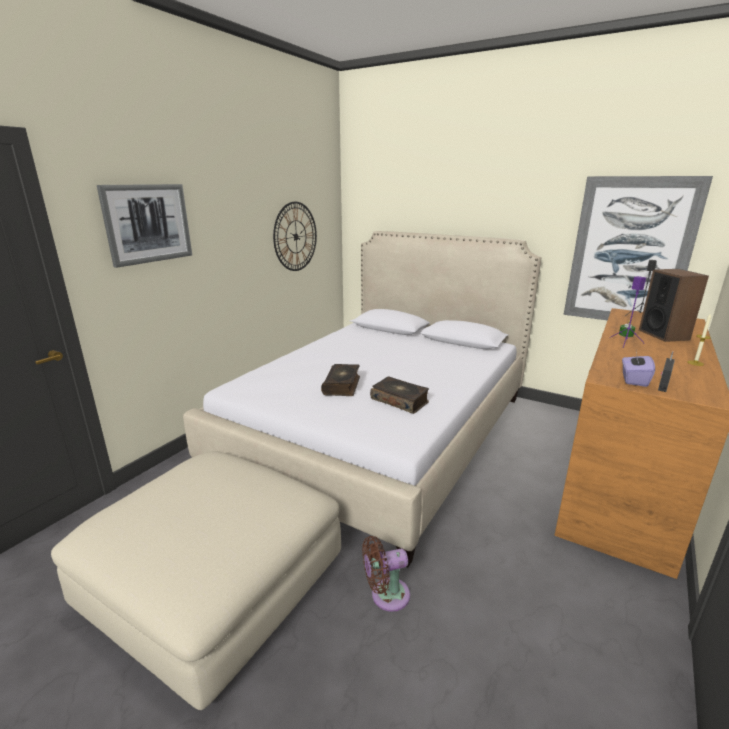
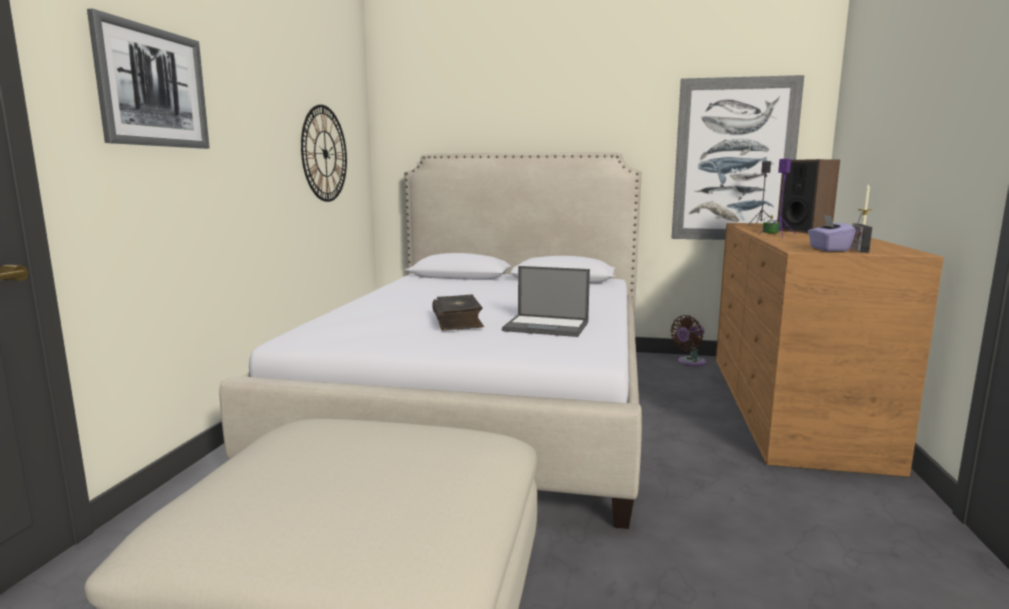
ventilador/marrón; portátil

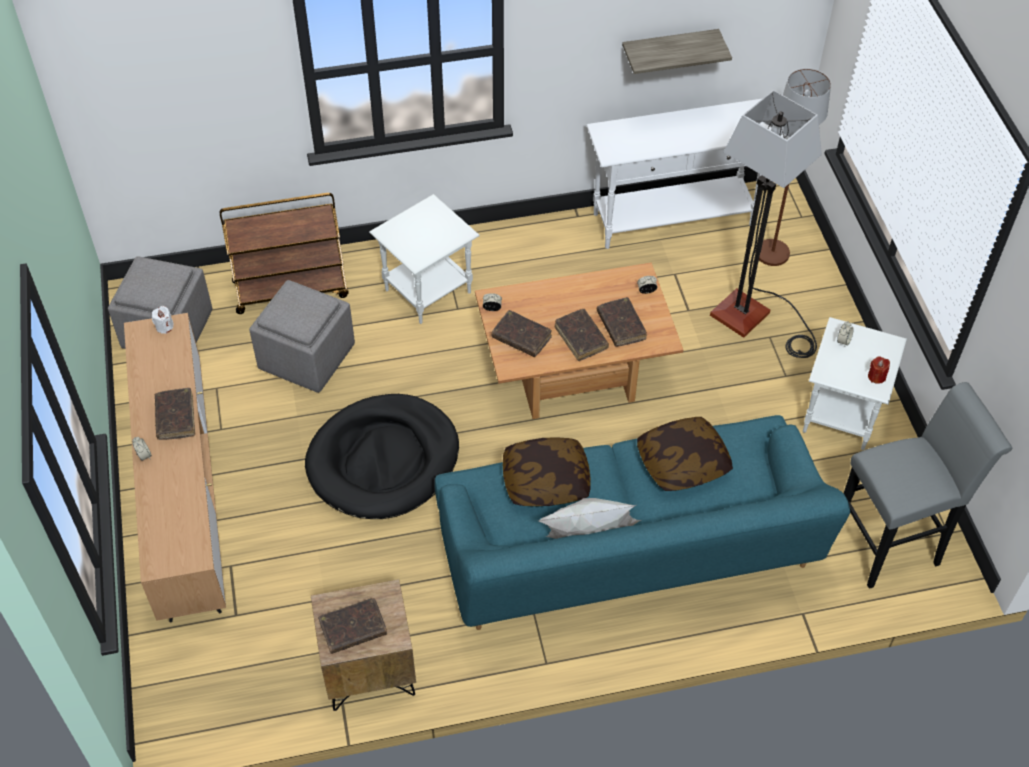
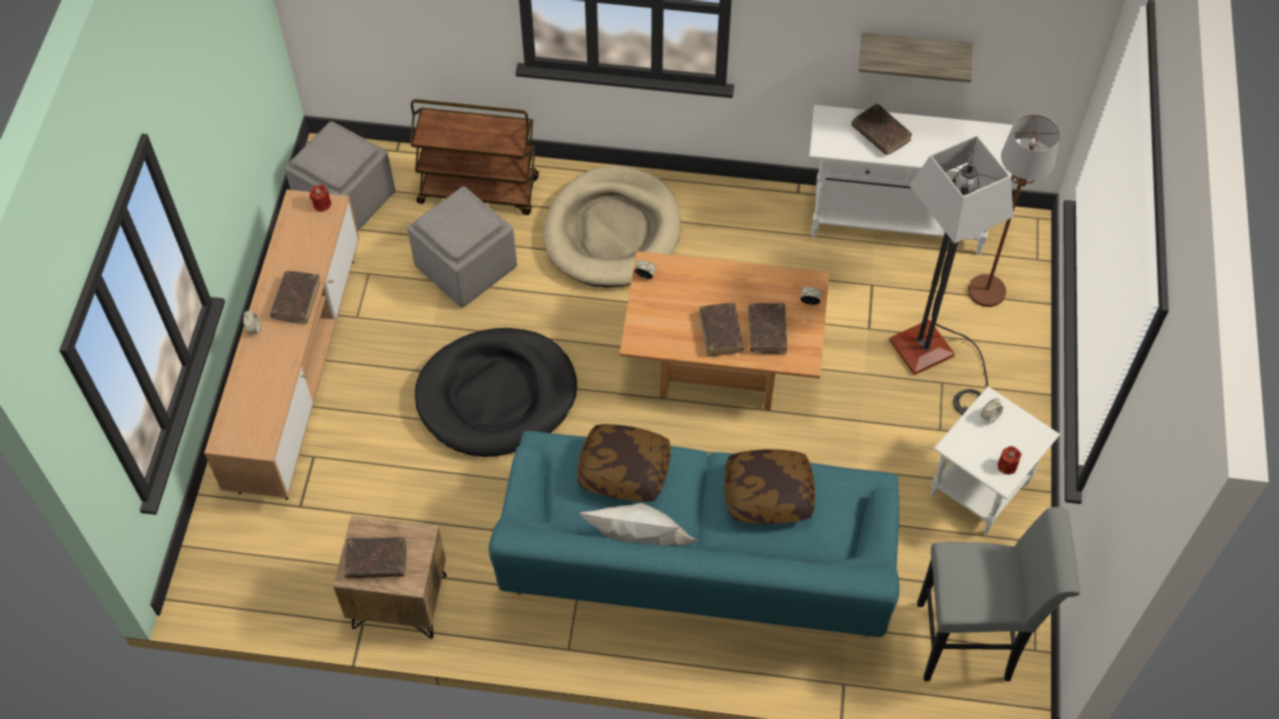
libro/marrón (no. 5 from left); cama para perro/beis; vela/rojo (no. 1 from left)

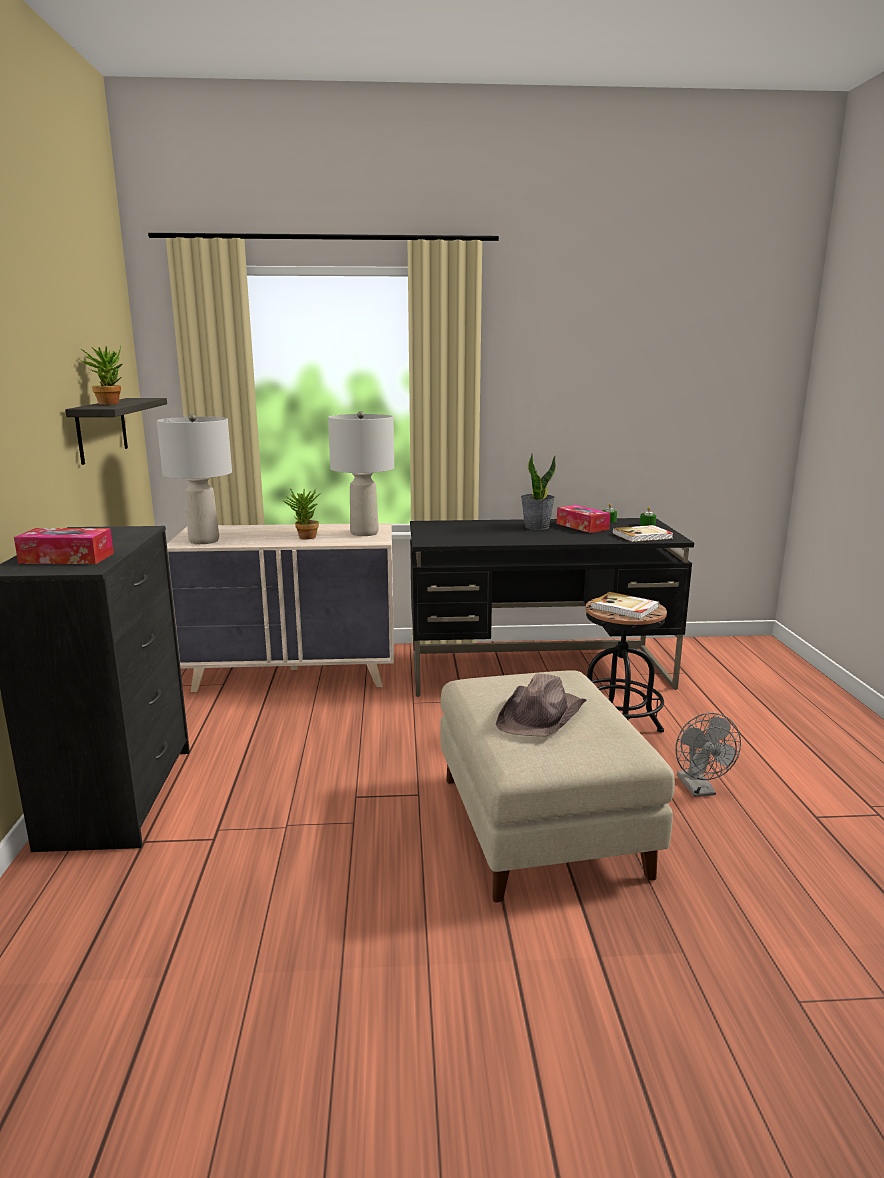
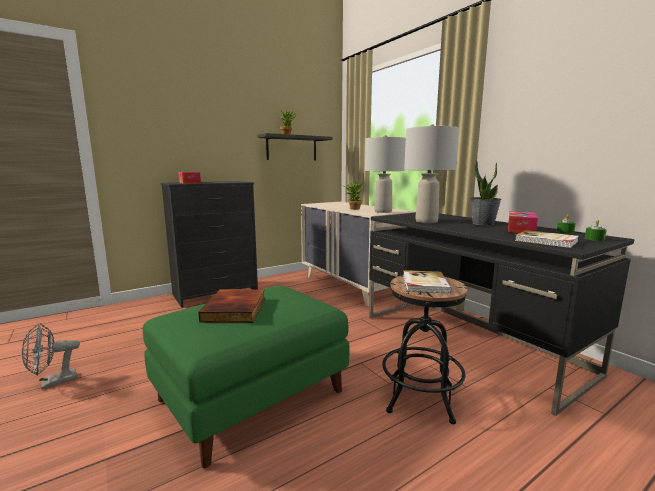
lámpara de mesa/gris (no. 2 from left); ventilador/gris; libro (no. 1 from left); puf/verde

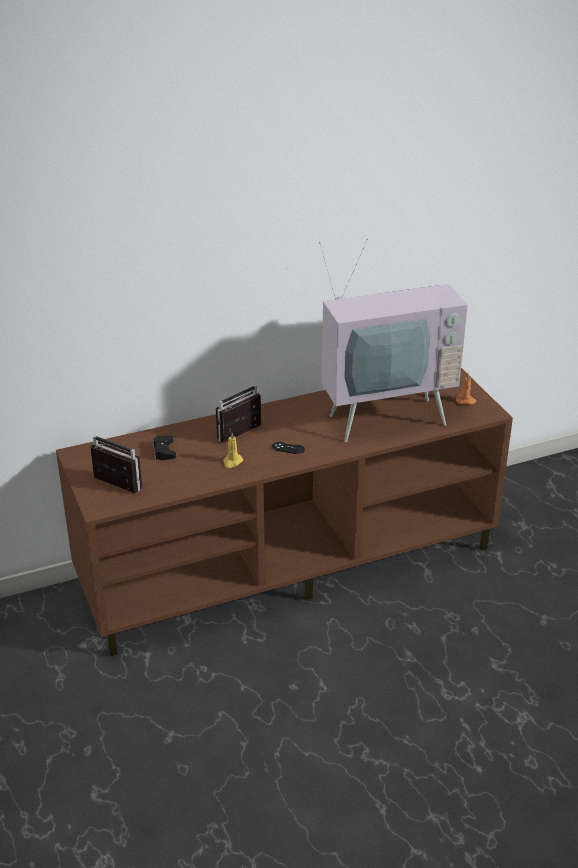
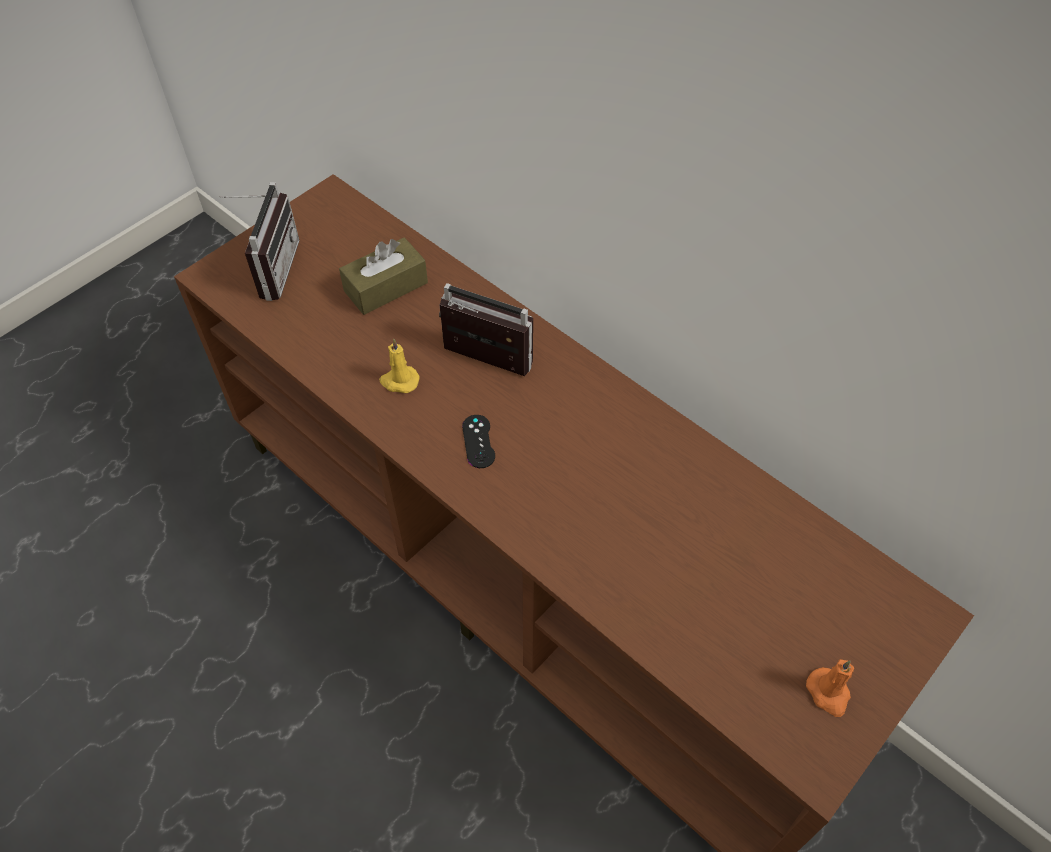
televisor; caja de pañuelos/marrón

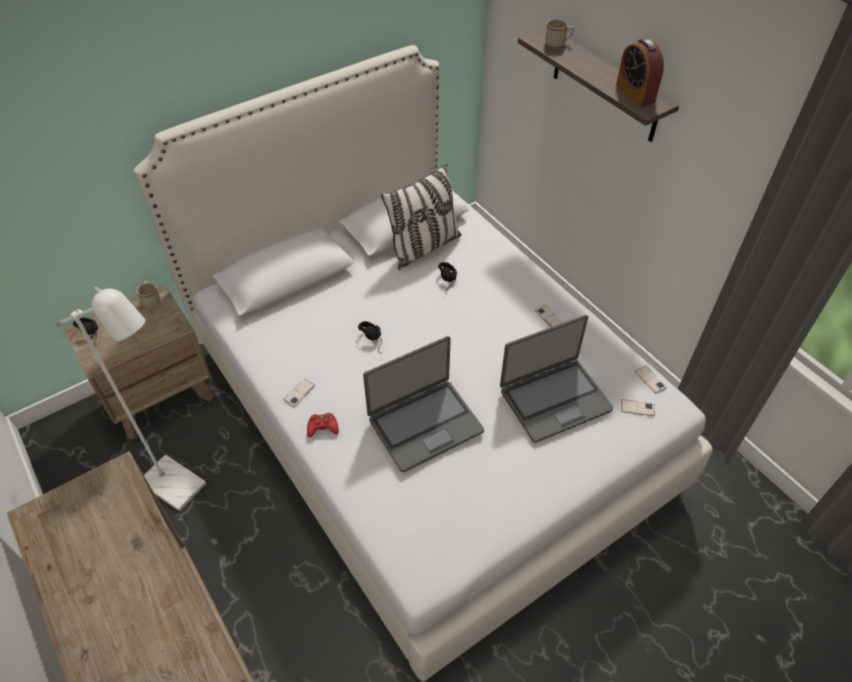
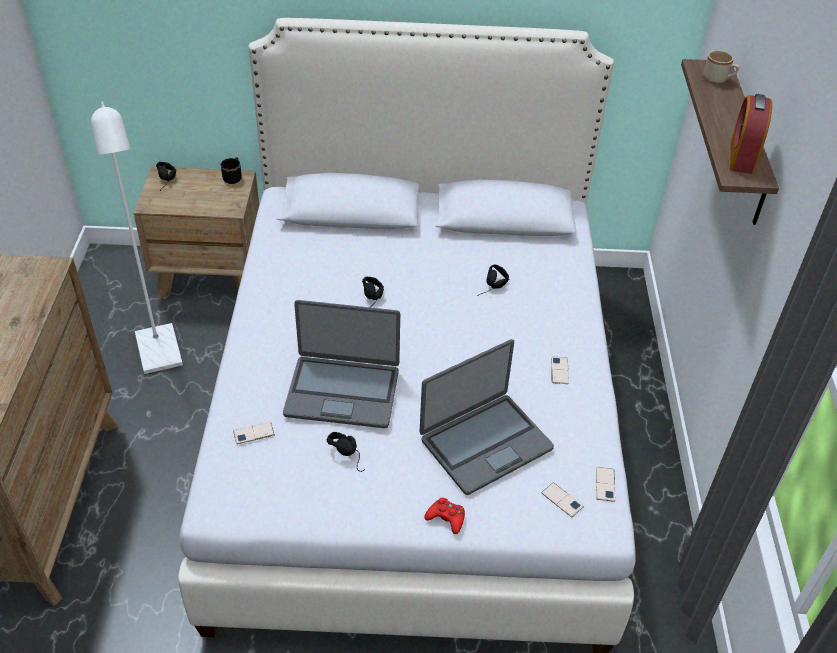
cojín; auriculares/negro (no. 2 from left); móvil (no. 1 from left); mando de consola/rojo; taza grande/negro; portátil (no. 2 from left)

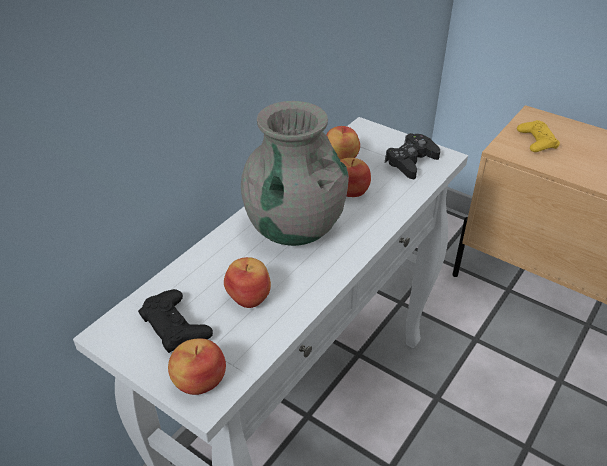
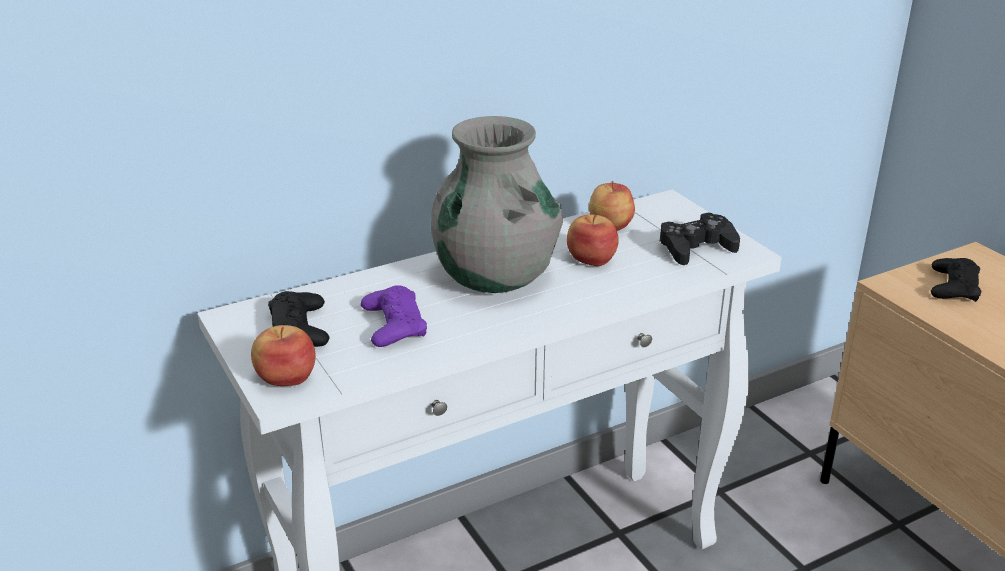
mando de consola/morado; mando de consola/negro (no. 3 from left)

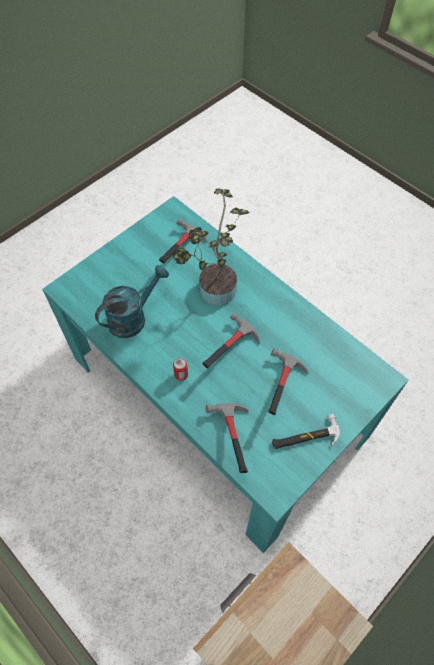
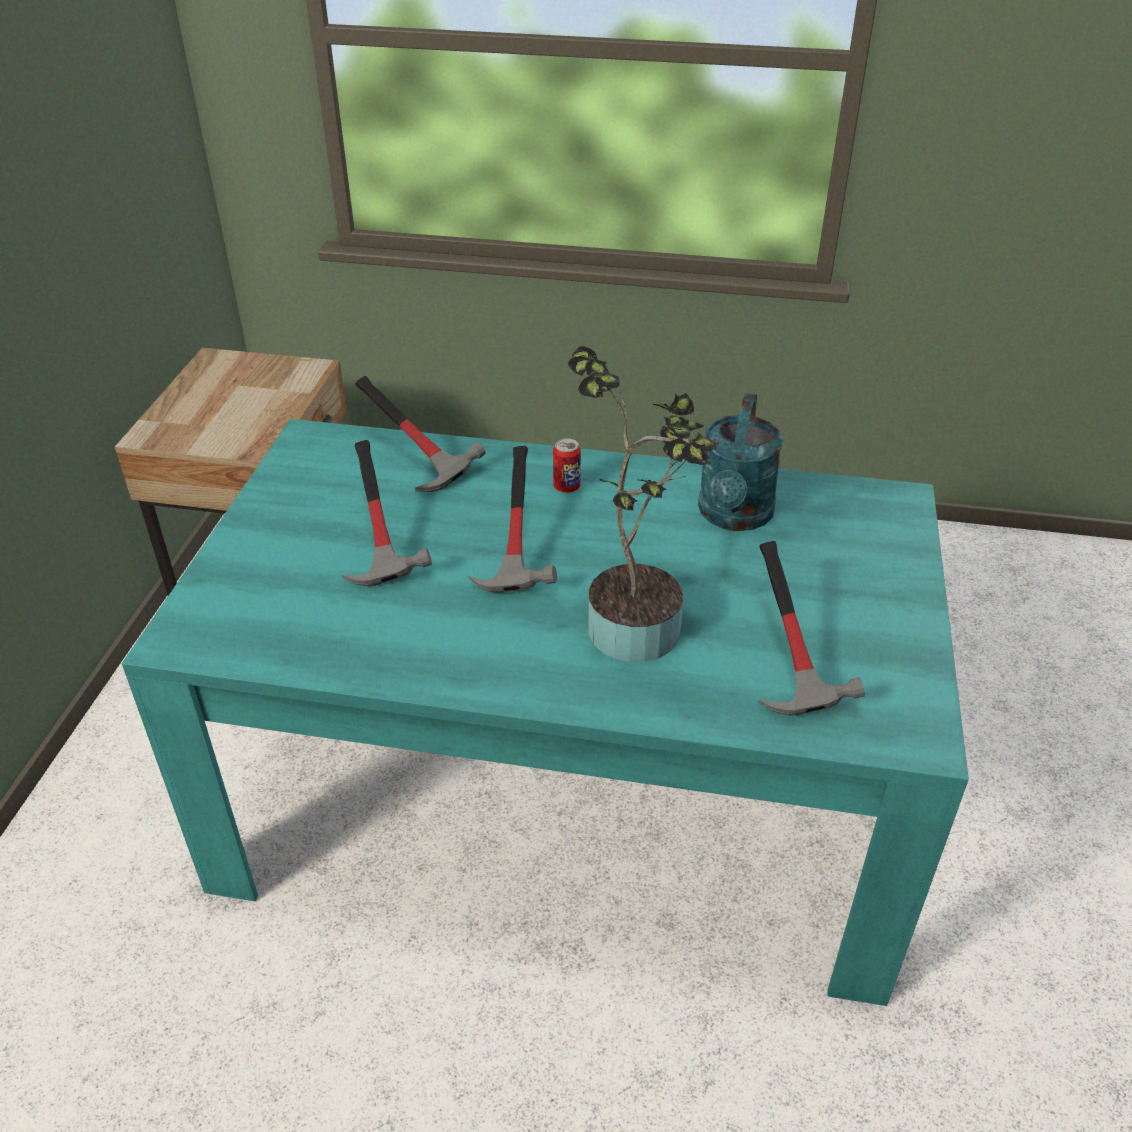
martillo (no. 5 from left in the first image)

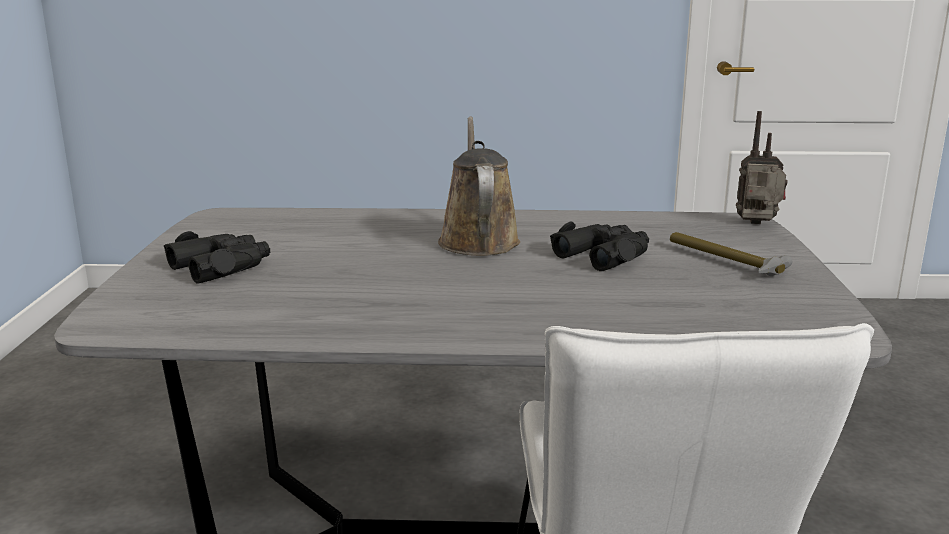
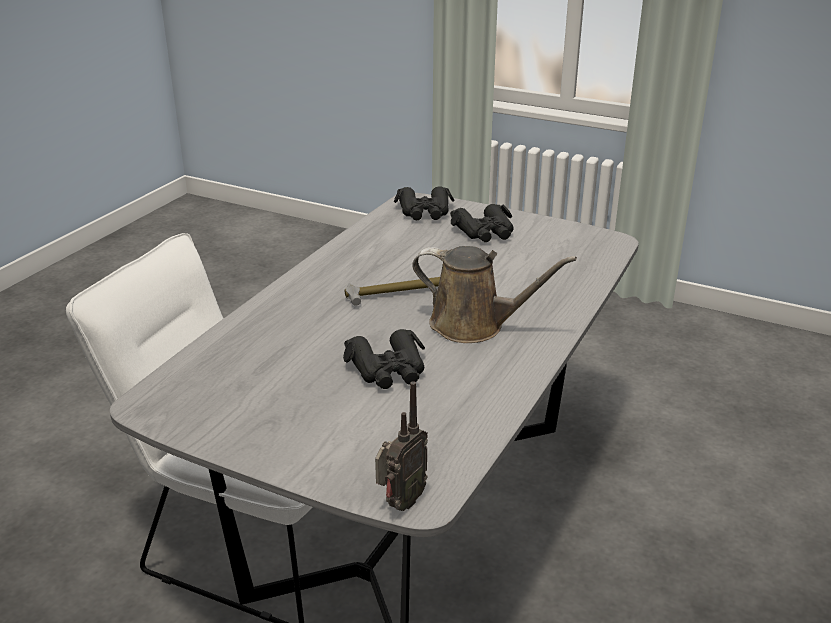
prismáticos/negro (no. 2 from left); martillo

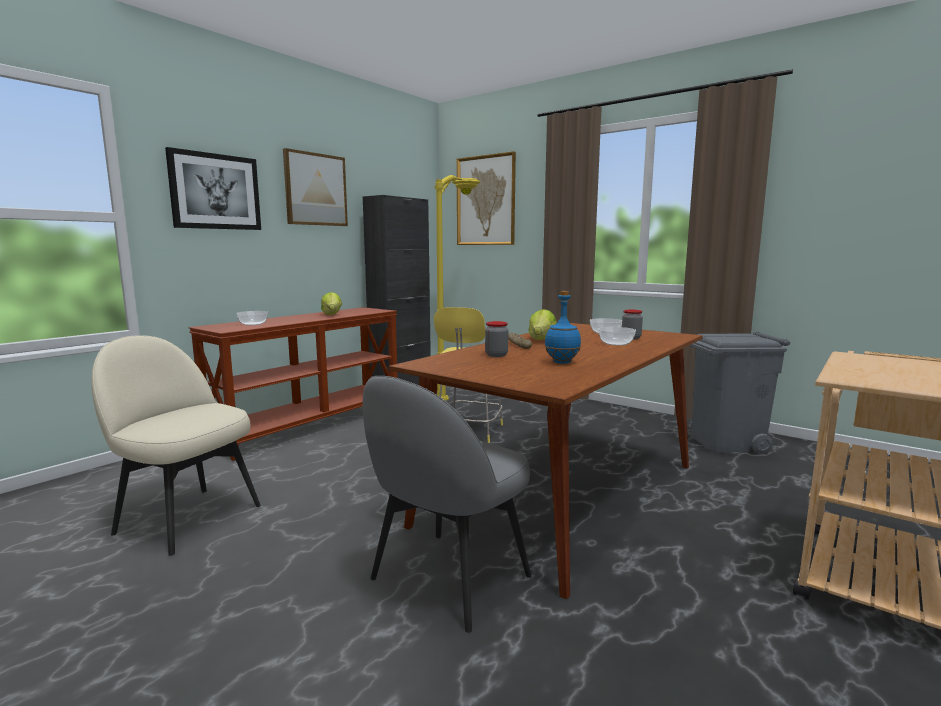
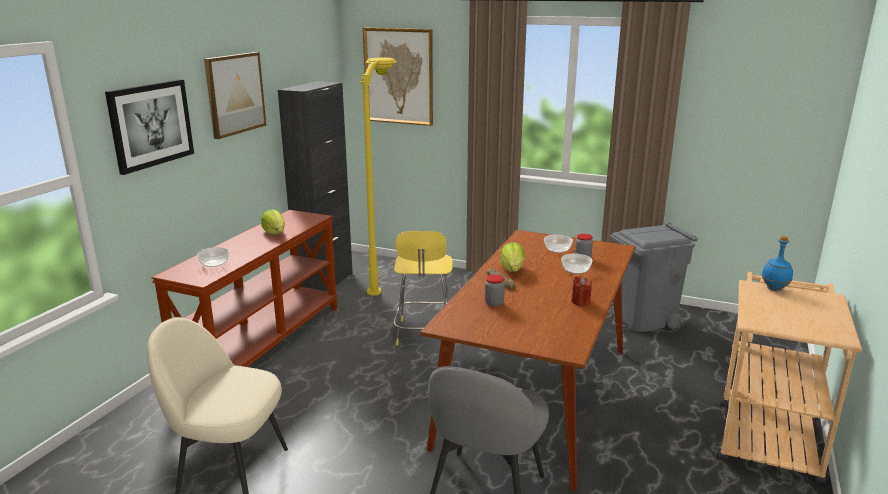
vela/rojo; botella/azul

